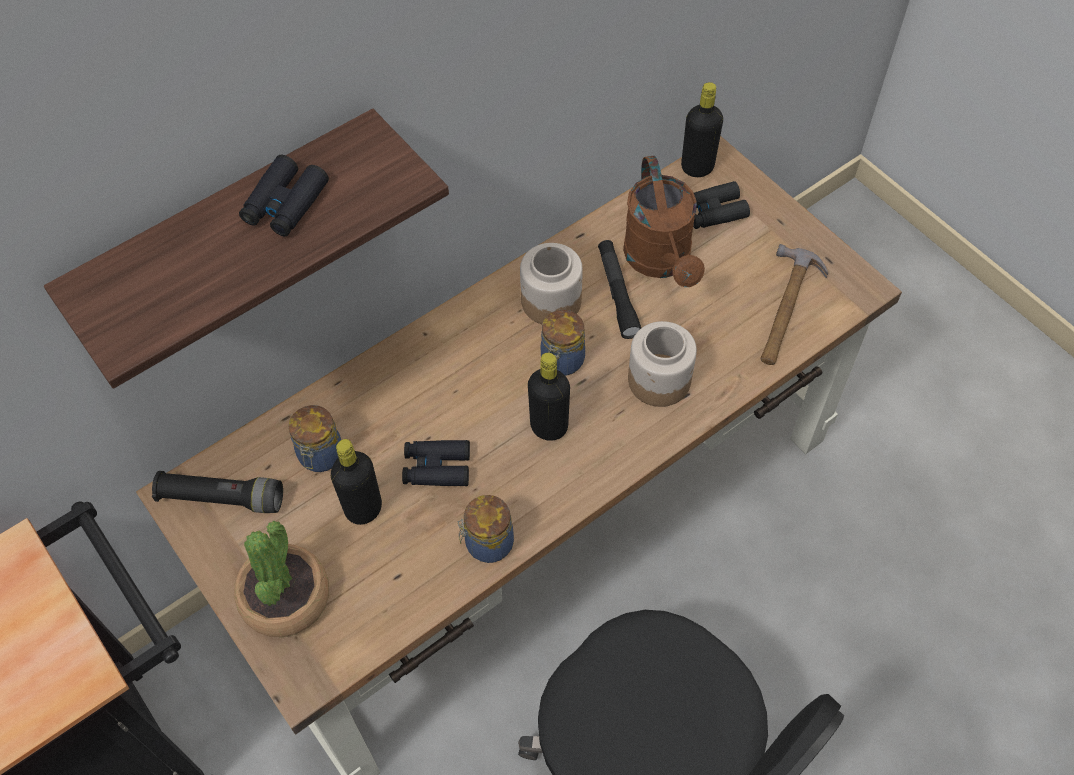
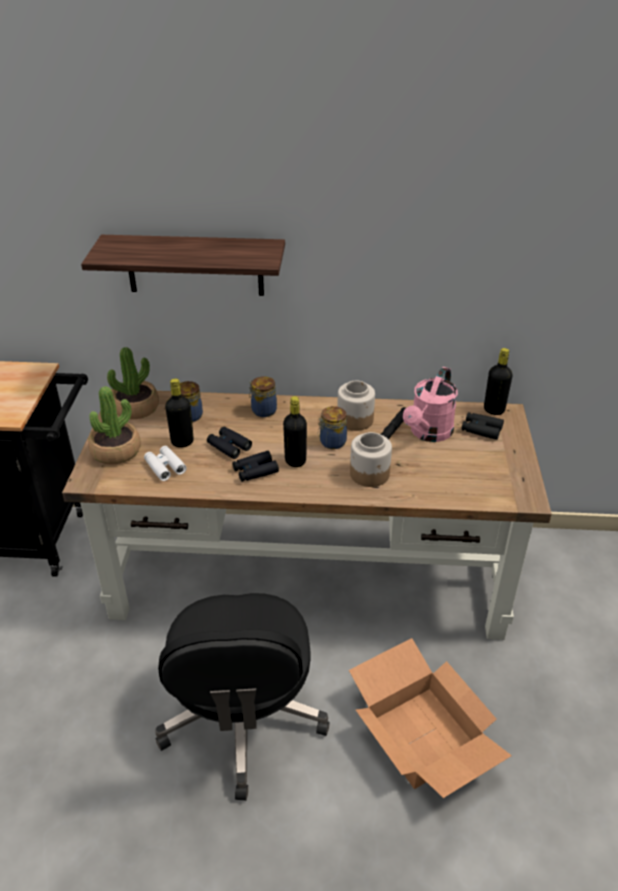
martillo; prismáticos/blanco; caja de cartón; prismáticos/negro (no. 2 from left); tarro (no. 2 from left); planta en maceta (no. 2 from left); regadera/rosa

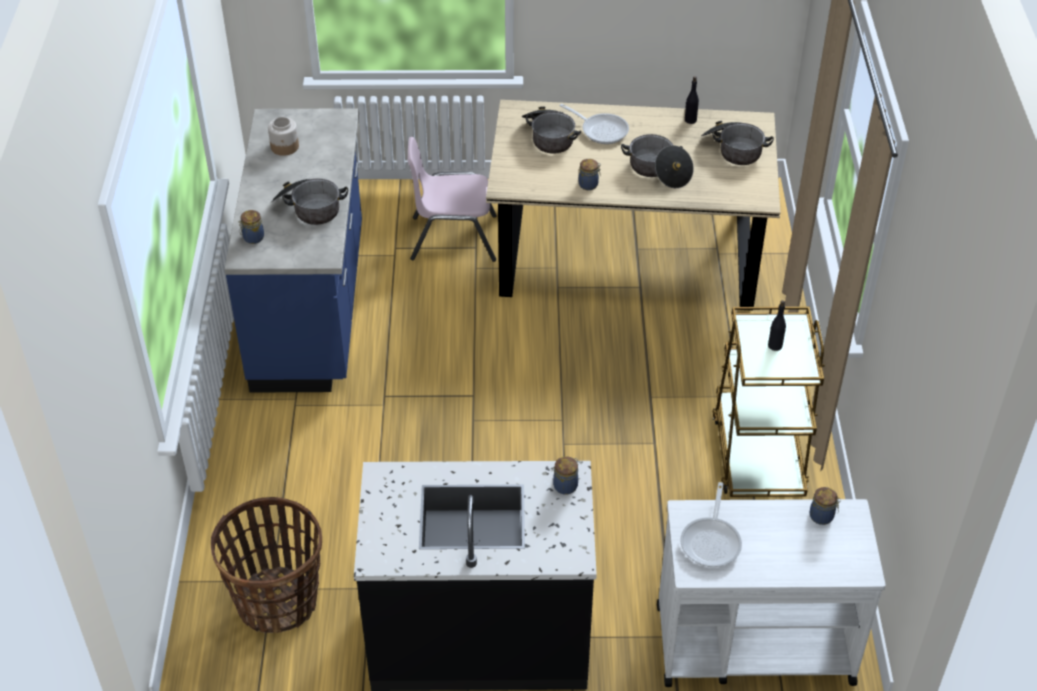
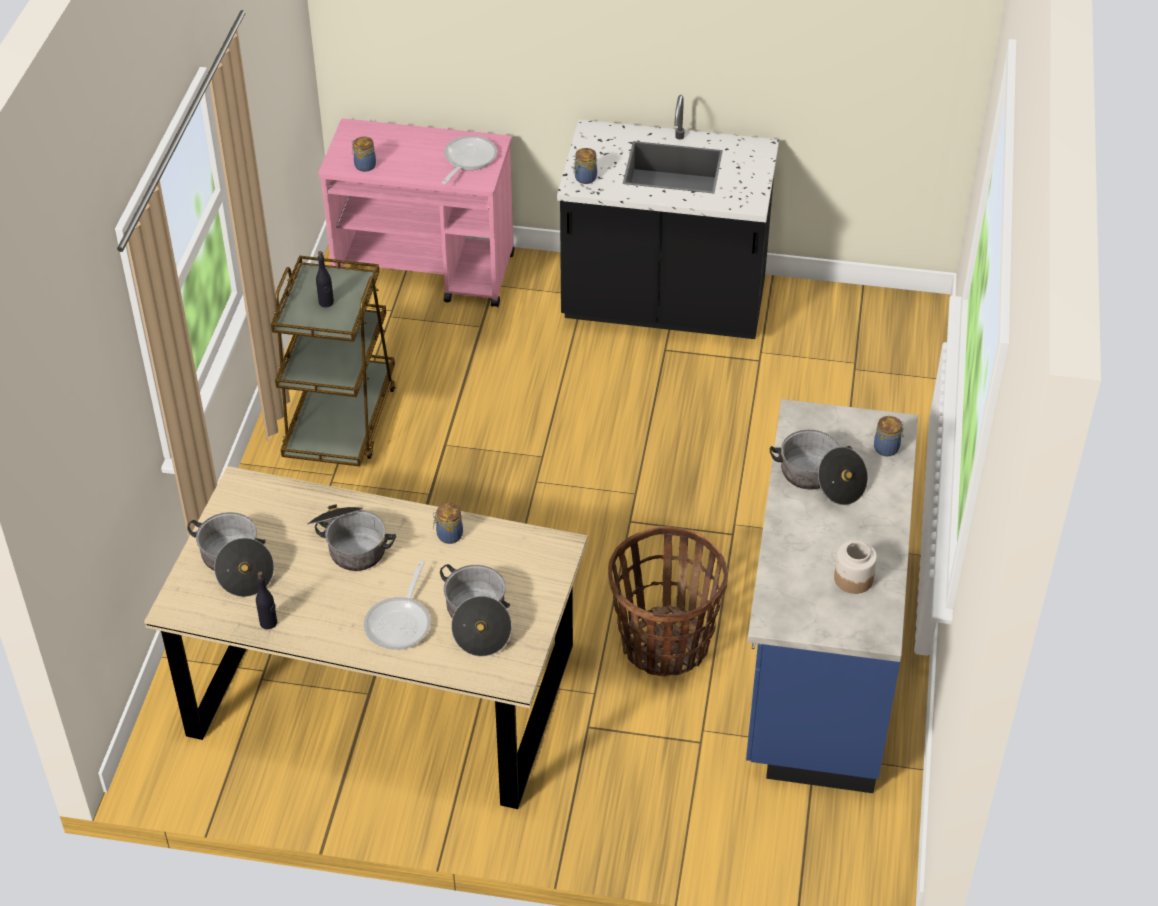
silla/rosa; cesta; carrito/rosa; sartén (no. 1 from left)

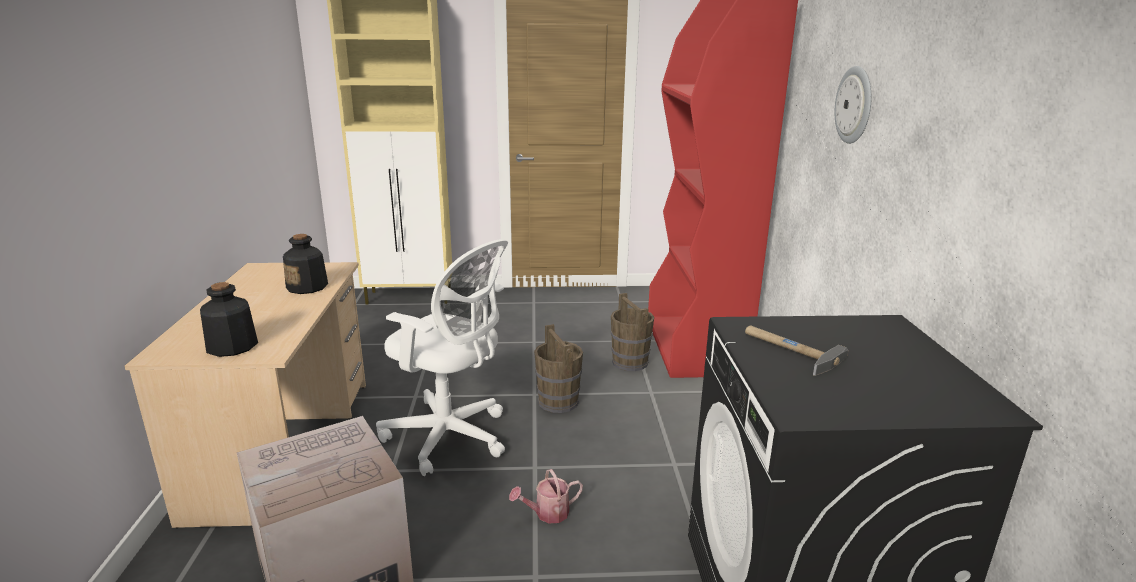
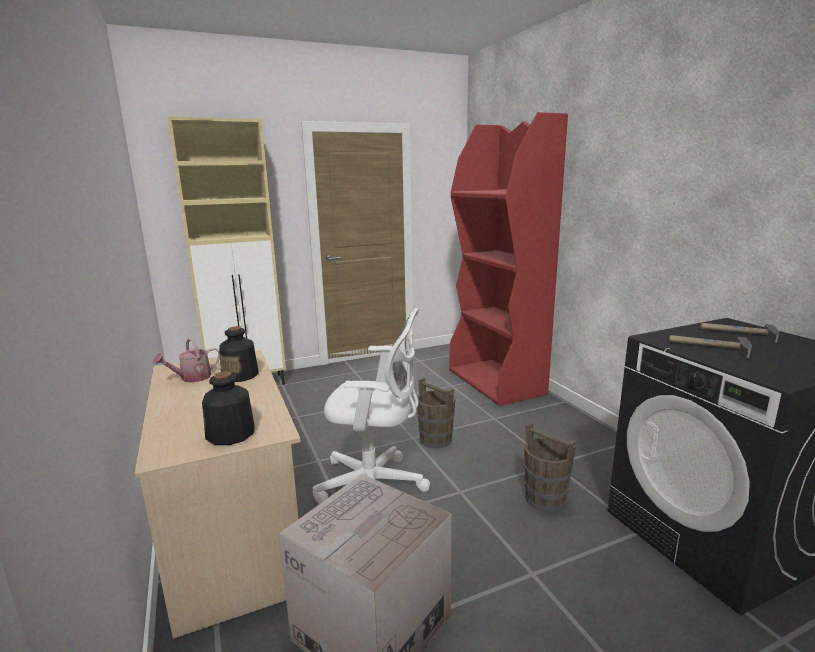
reloj de pared; martillo (no. 2 from left); regadera; cubo/marrón (no. 2 from left)

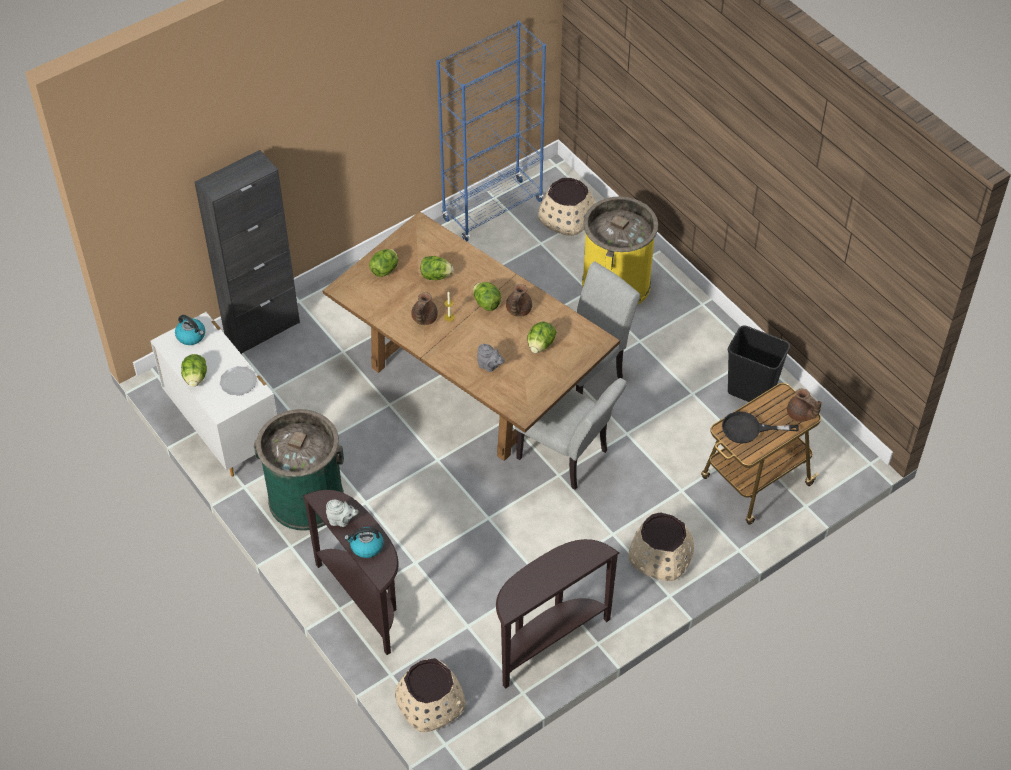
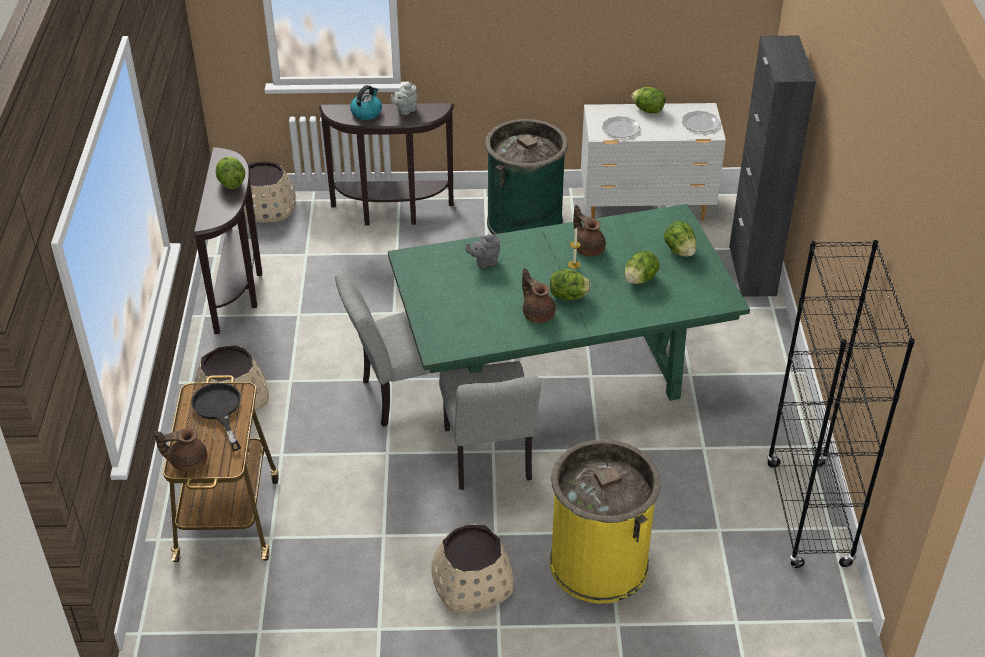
papelera/negro; lechuga (no. 1 from left); maceta/beis (no. 3 from left); plato (no. 2 from left); mesa de comedor/verde; estantería/negro; sartén/negro

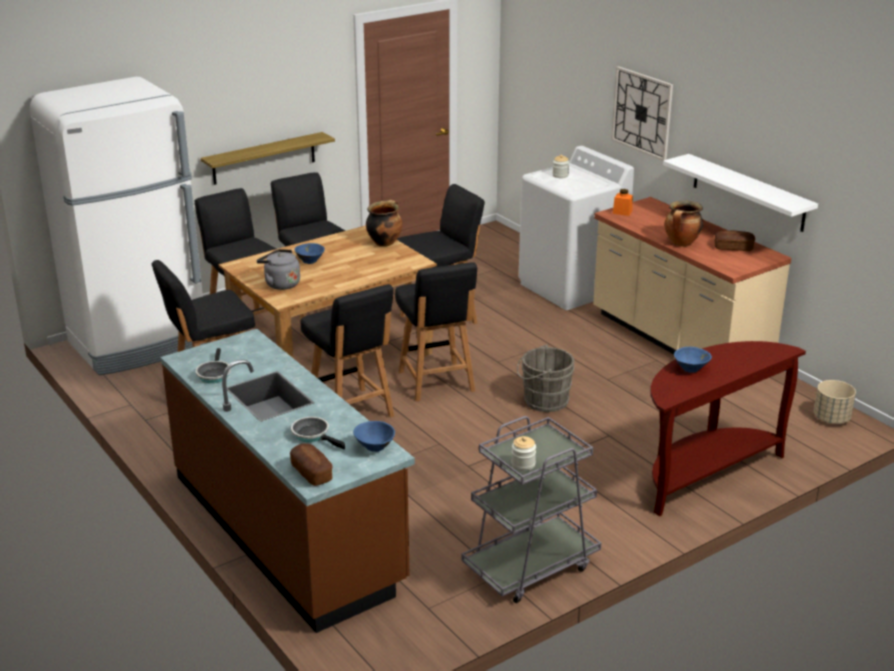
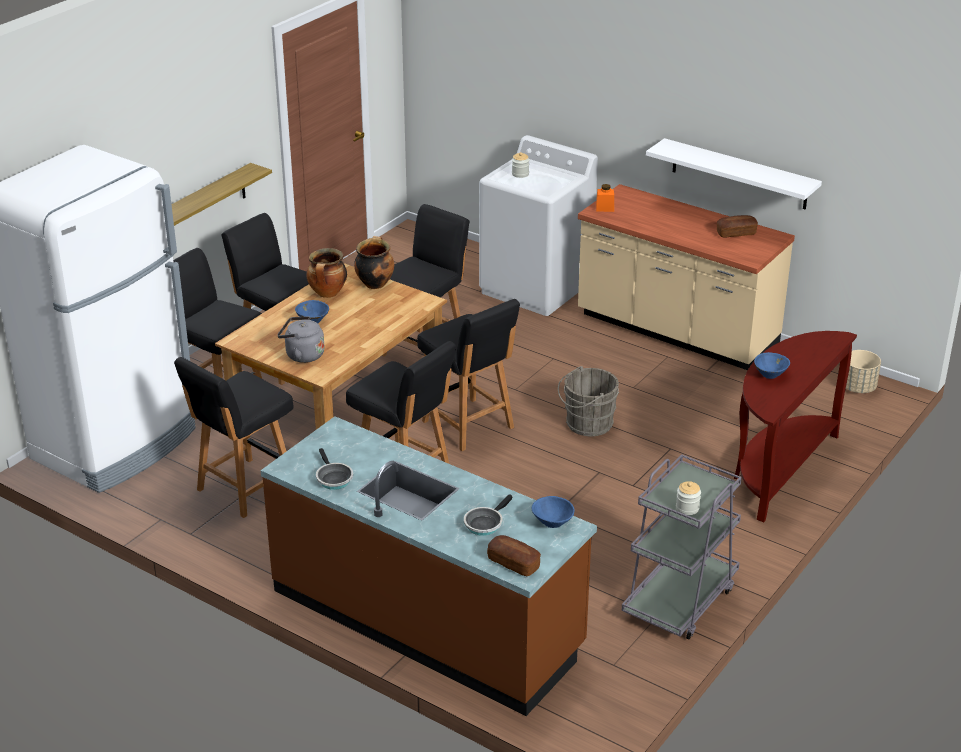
reloj de pared; olla (no. 1 from left); sartén (no. 2 from left)

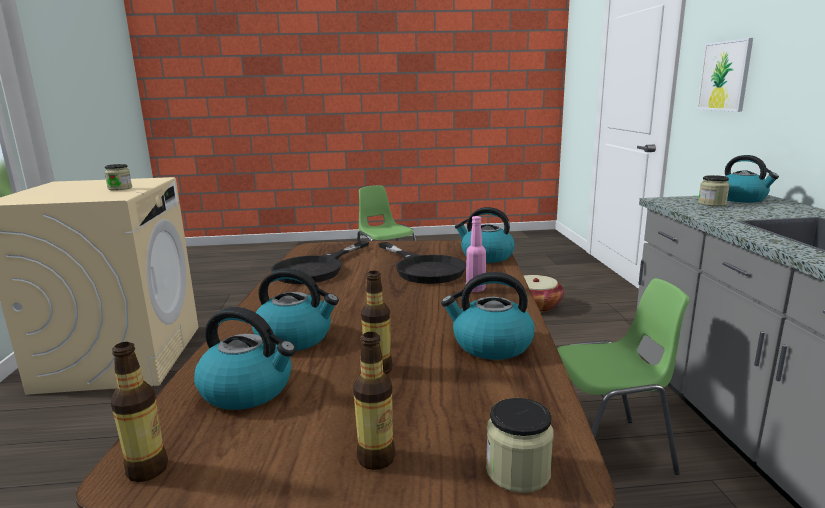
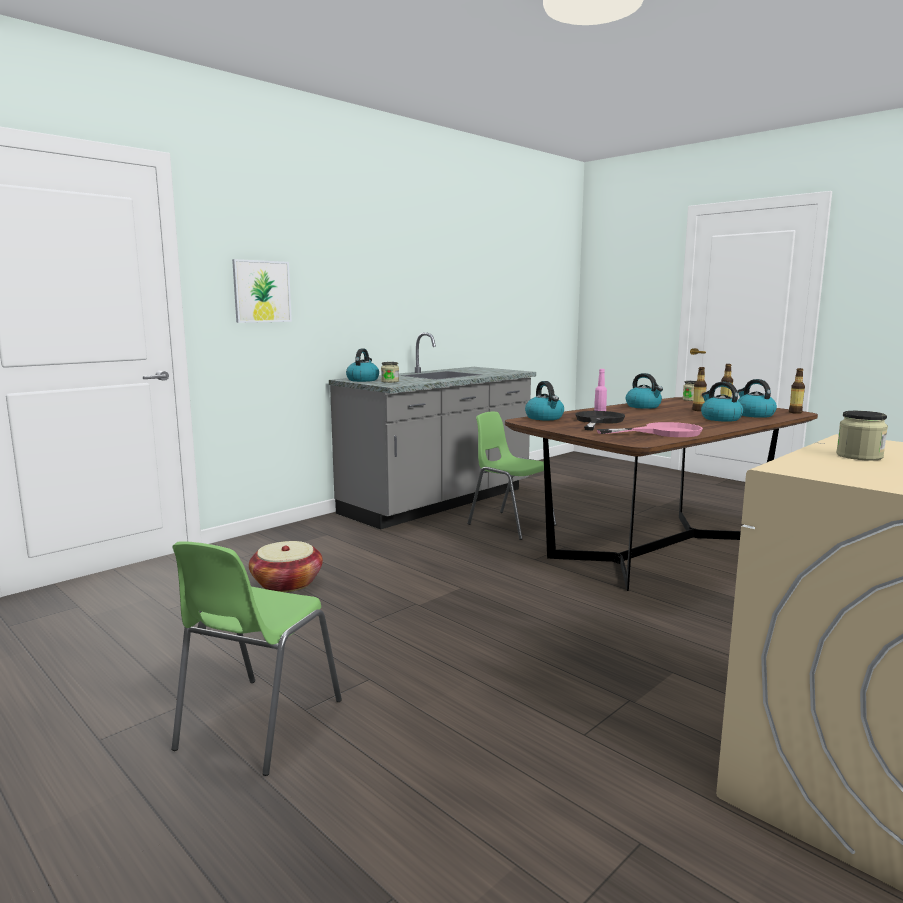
sartén/rosa

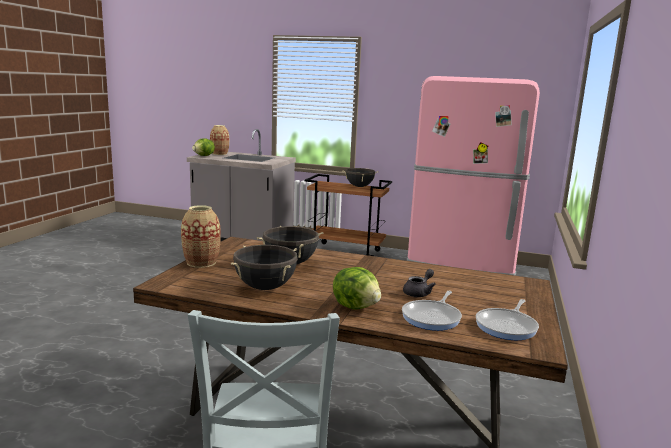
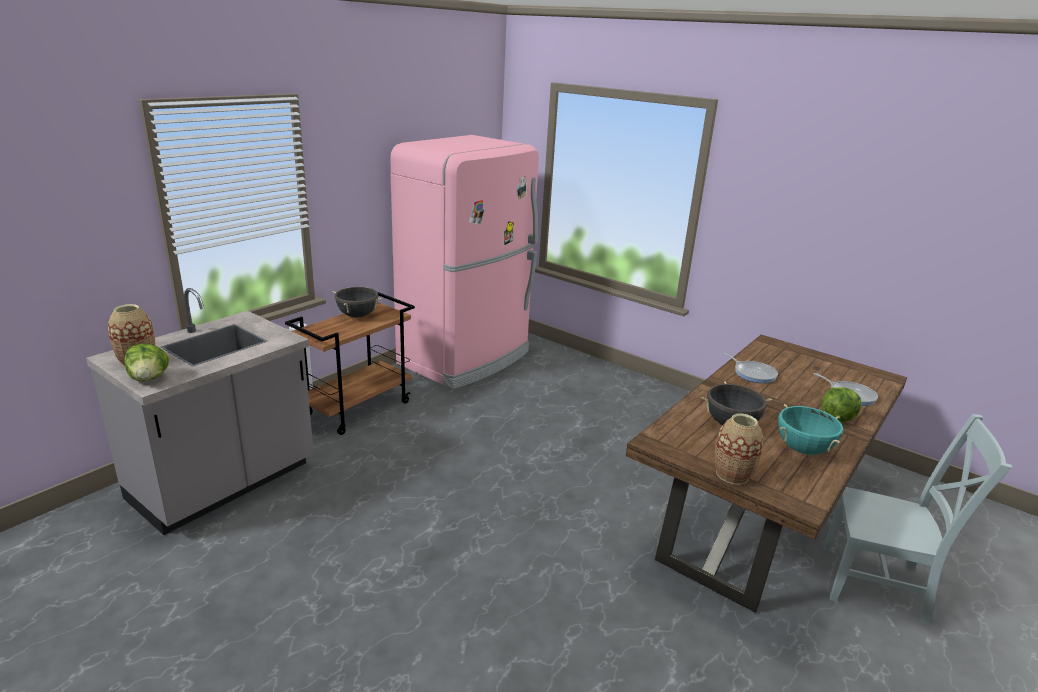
tetera/gris; sartén (no. 1 from left); olla/turquesa

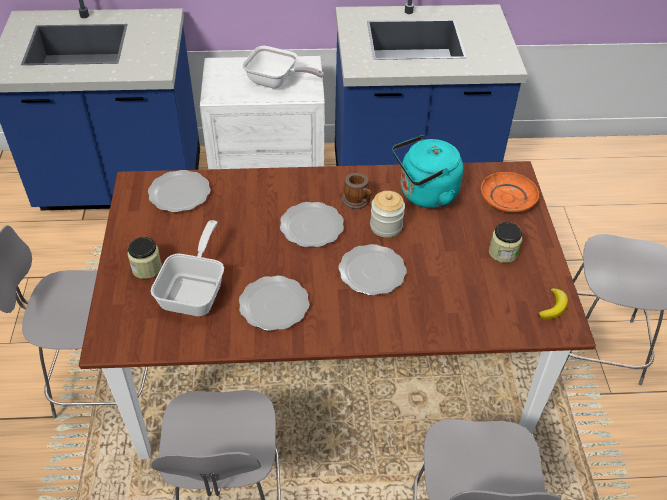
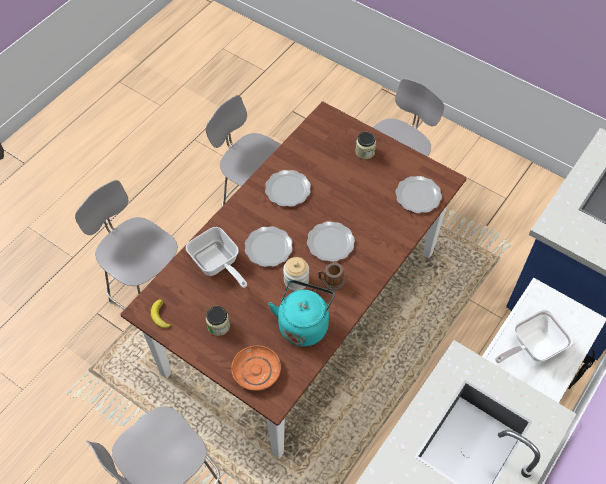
sartén (no. 1 from left)

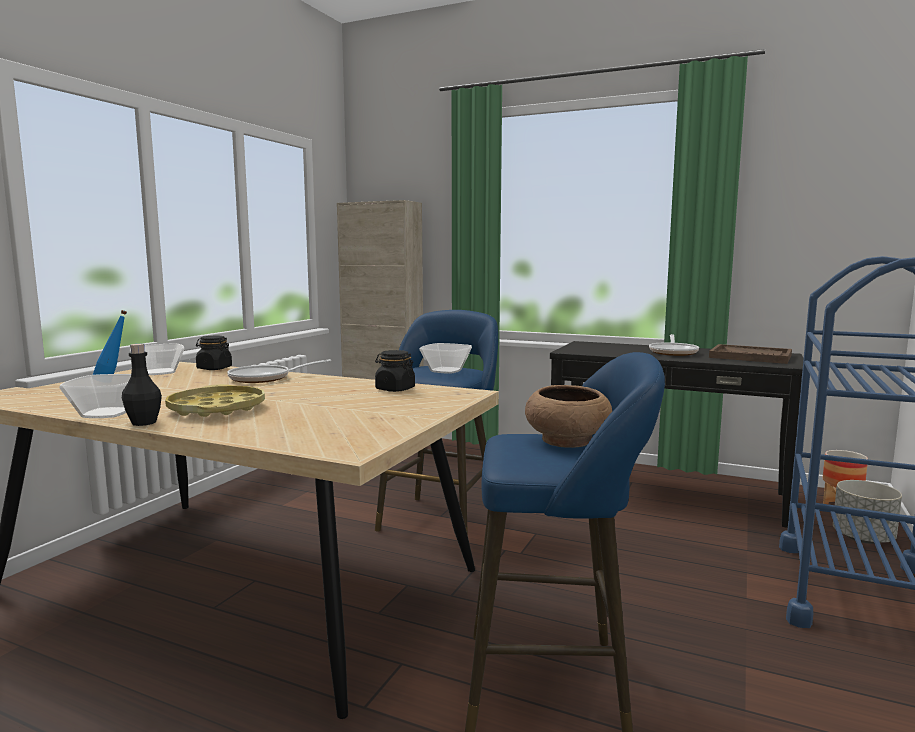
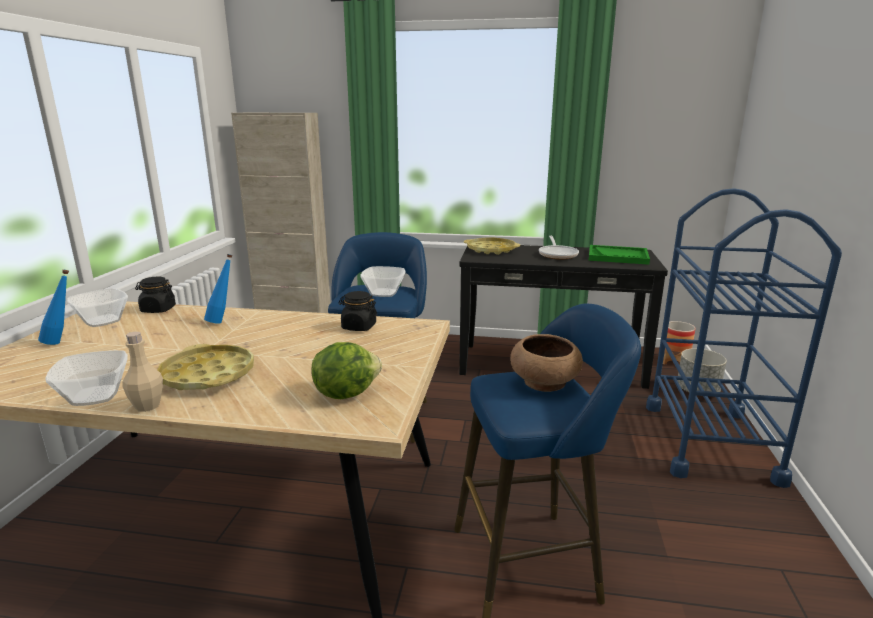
lechuga; bandeja/amarillo (no. 2 from left); botella/azul (no. 2 from left); botella/beis; bandeja/verde

